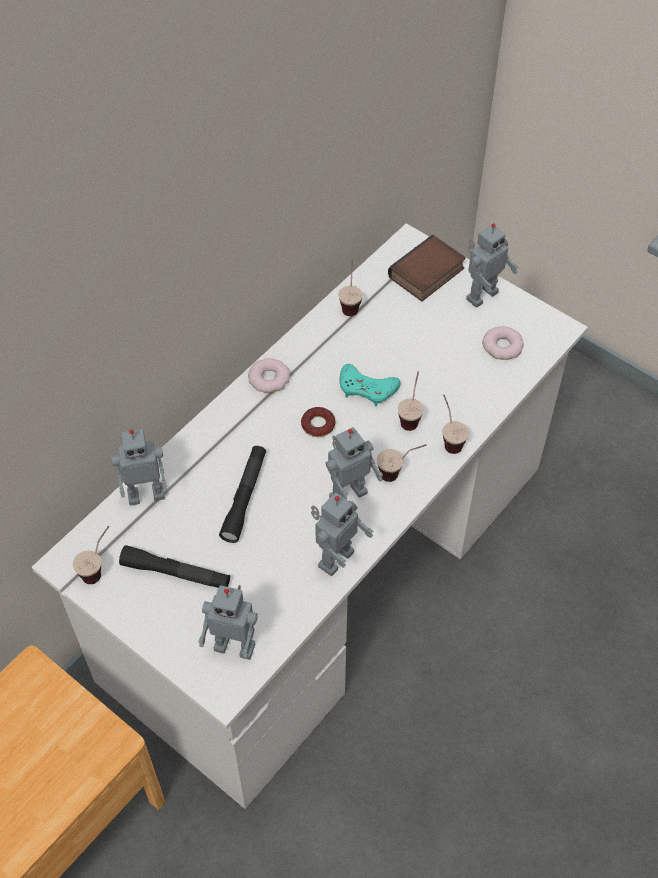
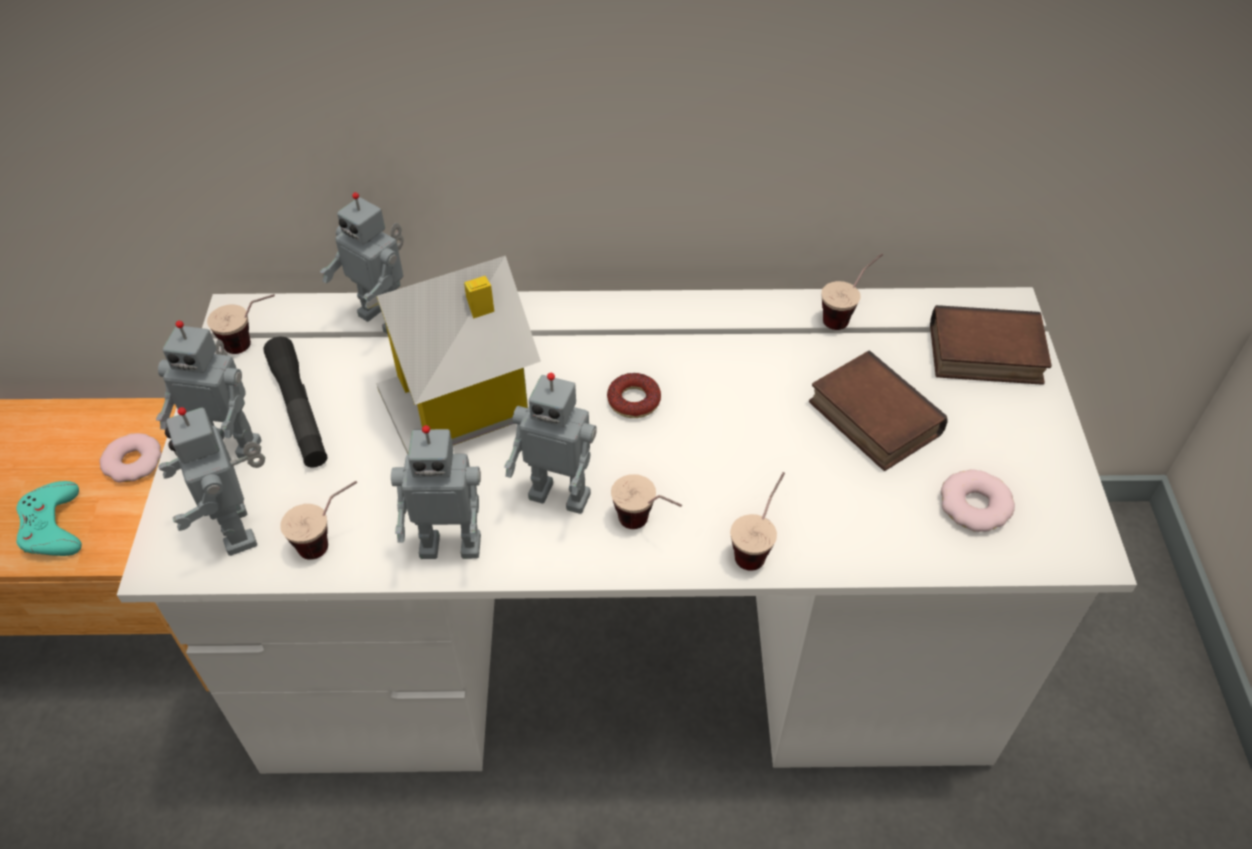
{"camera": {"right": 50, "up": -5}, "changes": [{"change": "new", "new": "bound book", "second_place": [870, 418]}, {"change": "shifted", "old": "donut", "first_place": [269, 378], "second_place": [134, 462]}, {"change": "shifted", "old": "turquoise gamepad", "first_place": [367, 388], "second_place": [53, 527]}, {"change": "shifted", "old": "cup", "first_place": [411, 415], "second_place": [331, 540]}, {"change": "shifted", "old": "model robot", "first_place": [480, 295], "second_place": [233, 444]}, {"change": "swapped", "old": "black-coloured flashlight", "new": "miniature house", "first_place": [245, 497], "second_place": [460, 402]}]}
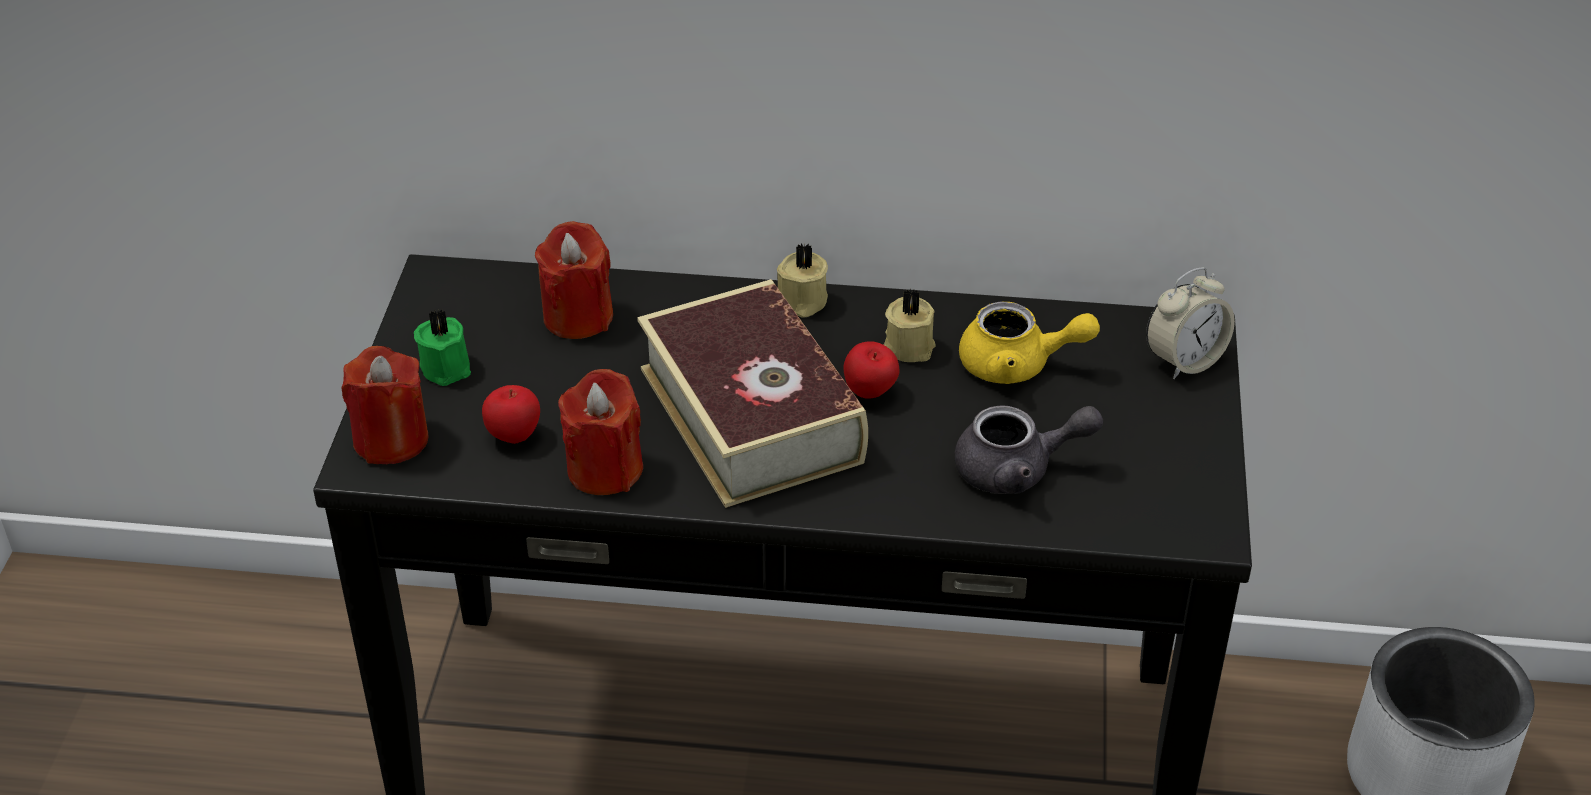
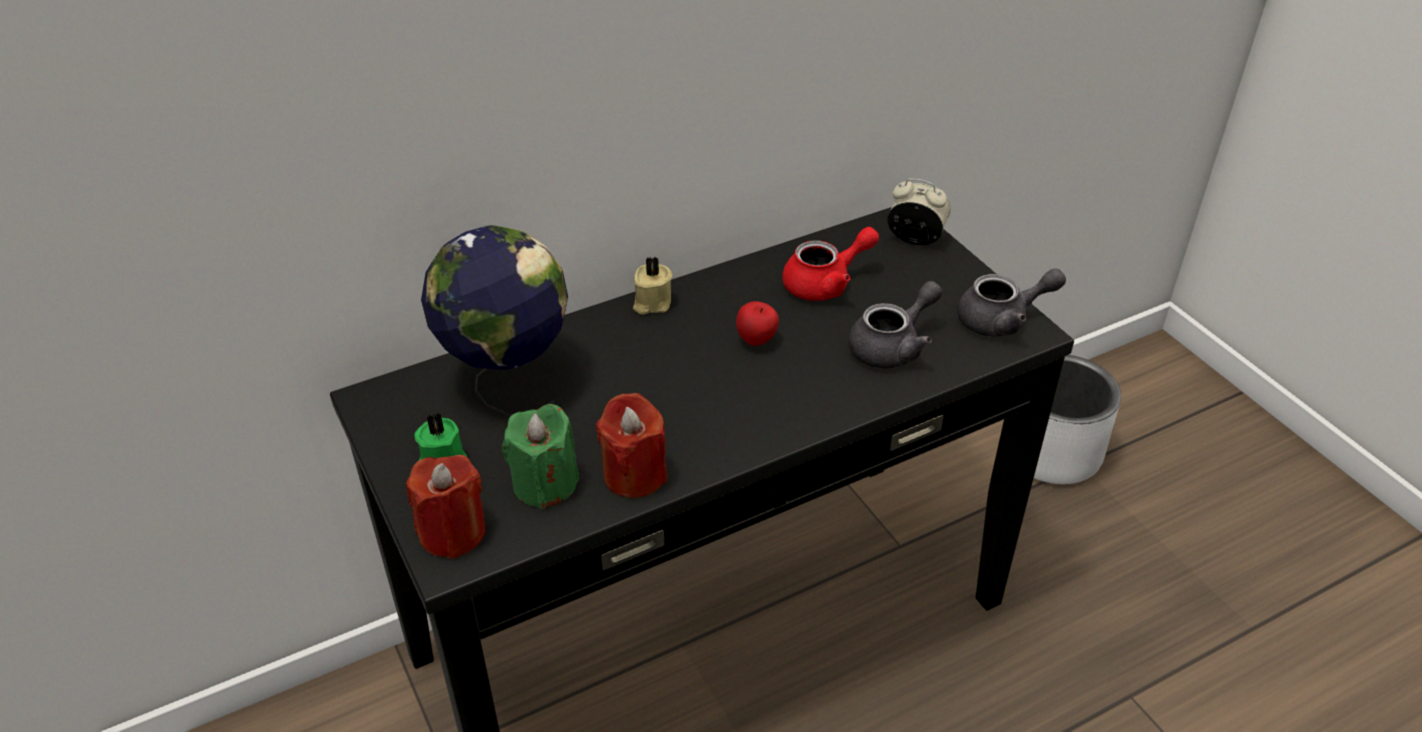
{"camera": {"right": -35, "up": 0}, "changes": [{"change": "gone", "old": "bound book", "first_place": [751, 415]}, {"change": "gone", "old": "beige wax candle", "first_place": [908, 346]}, {"change": "new", "new": "grey teapot", "second_place": [1002, 320]}, {"change": "swapped", "old": "apple", "new": "green-coloured wax candle", "first_place": [514, 436], "second_place": [545, 484]}, {"change": "swapped", "old": "reddish wax candle", "new": "desk globe", "first_place": [578, 317], "second_place": [507, 380]}, {"change": "repainted", "old": "yellow-coloured teapot", "new": "reddish teapot", "first_place": [1017, 365], "second_place": [826, 283]}, {"change": "rotated", "old": "bedside clock", "first_place": [1184, 360], "second_place": [915, 239], "degrees": -90}]}
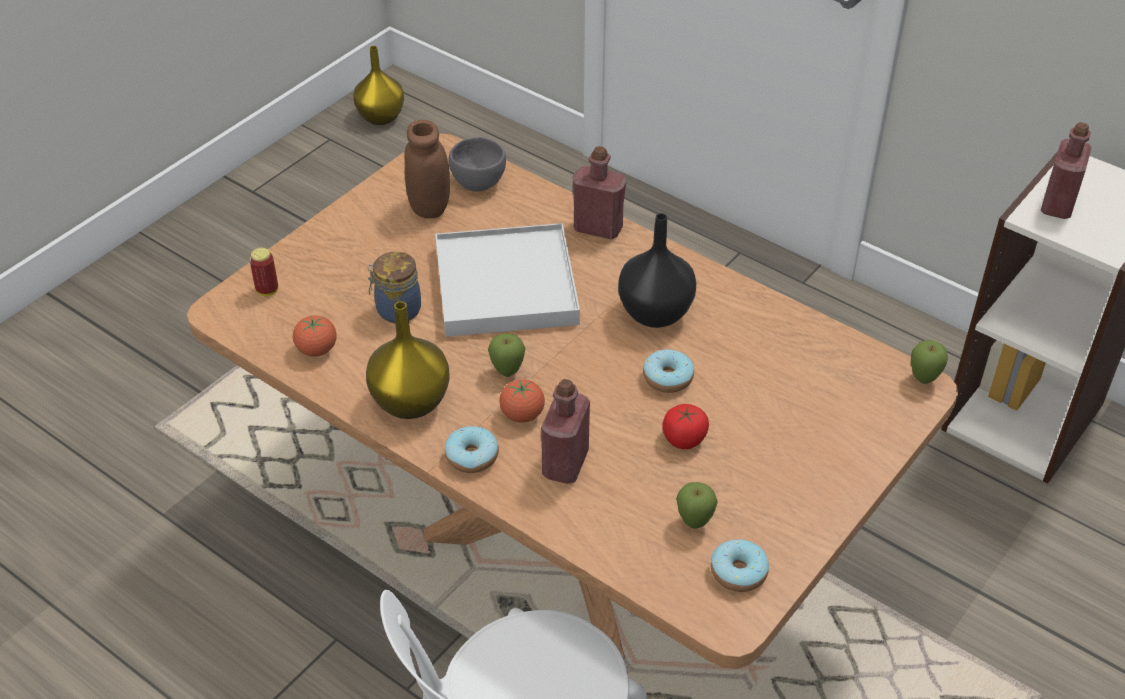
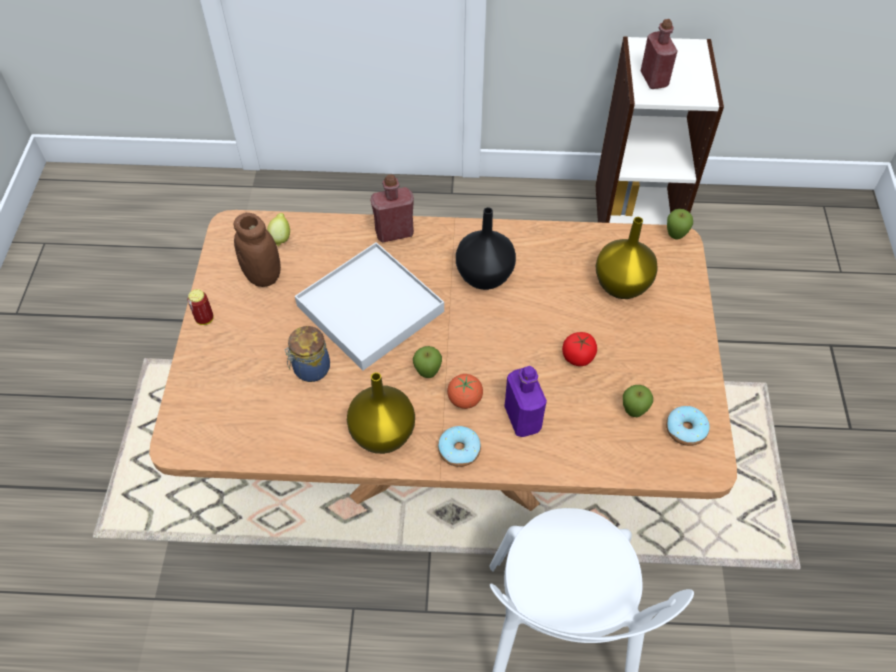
{"camera": {"right": -35, "up": 10}, "changes": [{"change": "gone", "old": "whole tomato", "first_place": [317, 350]}, {"change": "gone", "old": "donut", "first_place": [667, 378]}, {"change": "shifted", "old": "can", "first_place": [267, 290], "second_place": [205, 319]}, {"change": "shifted", "old": "yellow-coloured vase", "first_place": [379, 117], "second_place": [621, 286]}, {"change": "swapped", "old": "grey bowl", "new": "citrus fruit", "first_place": [478, 181], "second_place": [281, 238]}, {"change": "repainted", "old": "reddish bottle", "new": "purple-coloured bottle", "first_place": [565, 464], "second_place": [522, 418]}]}
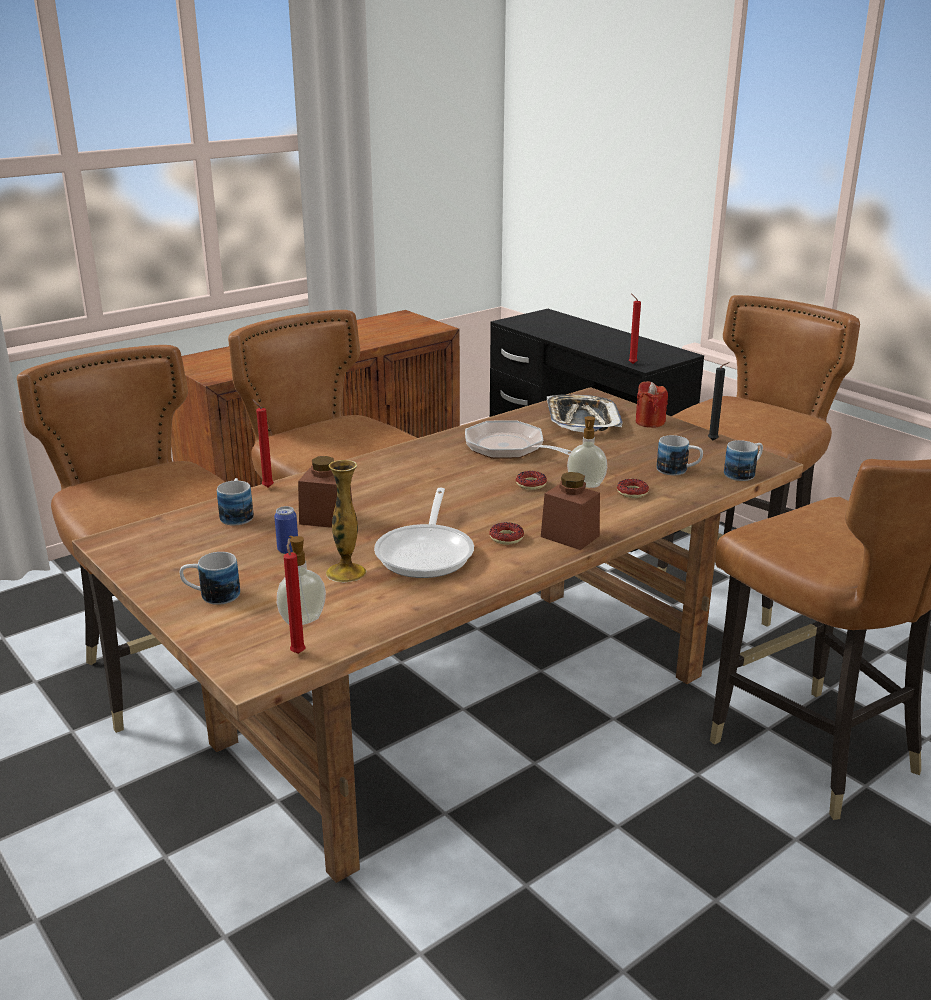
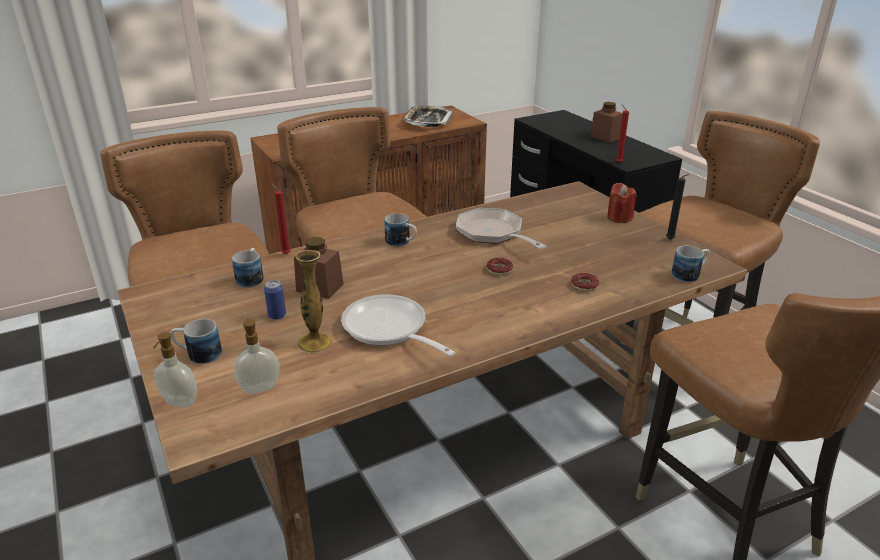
{"camera": {"right": 10, "up": 5}, "changes": [{"change": "gone", "old": "reddish wax candle", "first_place": [298, 652]}, {"change": "gone", "old": "donut", "first_place": [506, 538]}, {"change": "shifted", "old": "brown storage jar", "first_place": [570, 536], "second_place": [605, 137]}, {"change": "shifted", "old": "carrying tray", "first_place": [582, 420], "second_place": [428, 121]}, {"change": "shifted", "old": "soap bottle", "first_place": [586, 485], "second_place": [179, 403]}, {"change": "shifted", "old": "mug", "first_place": [678, 471], "second_place": [402, 243]}, {"change": "rotated", "old": "skillet", "first_place": [427, 552], "second_place": [389, 329], "degrees": 120}]}
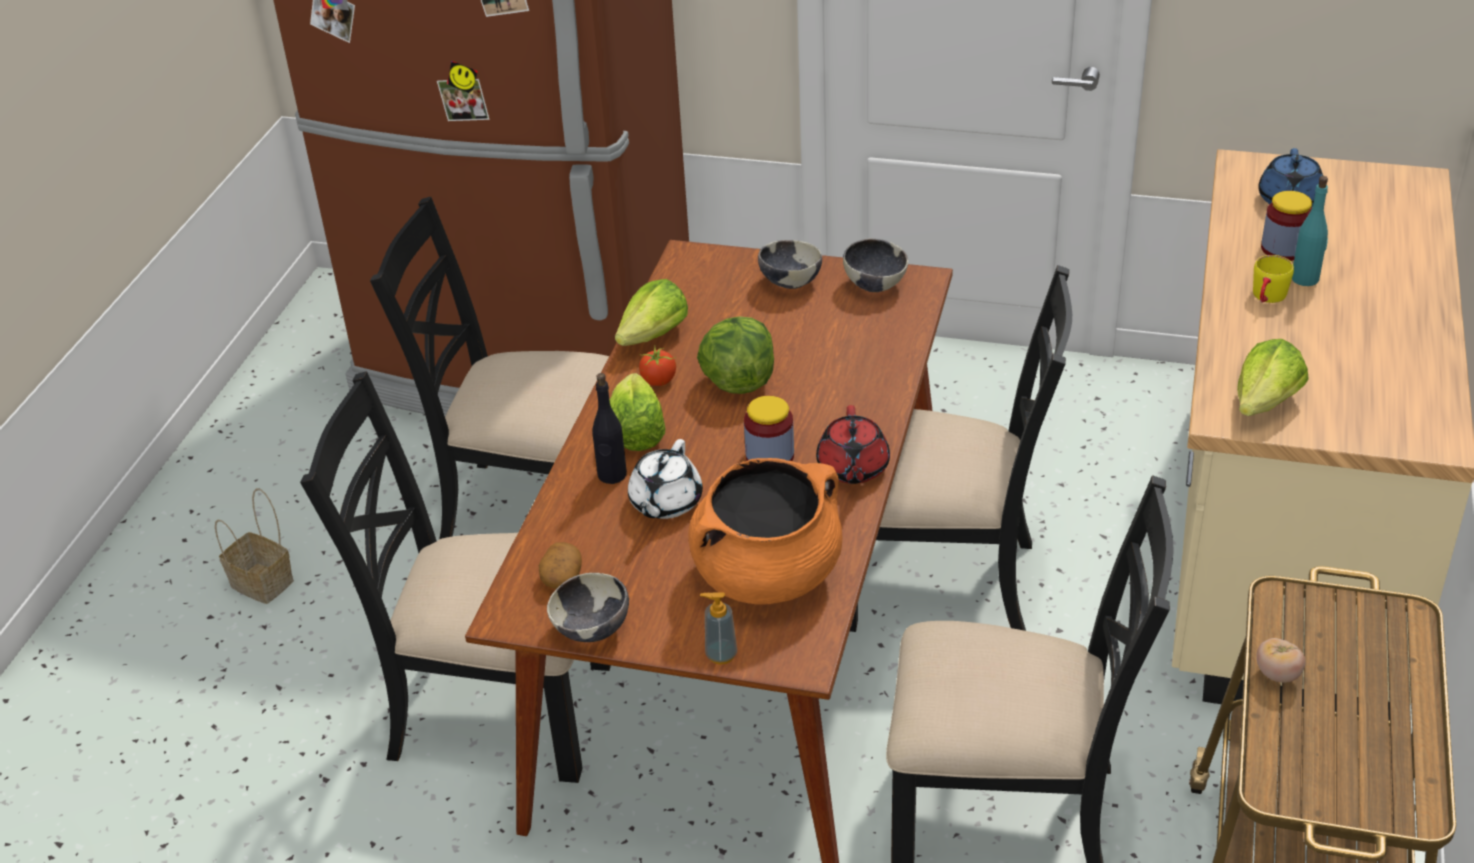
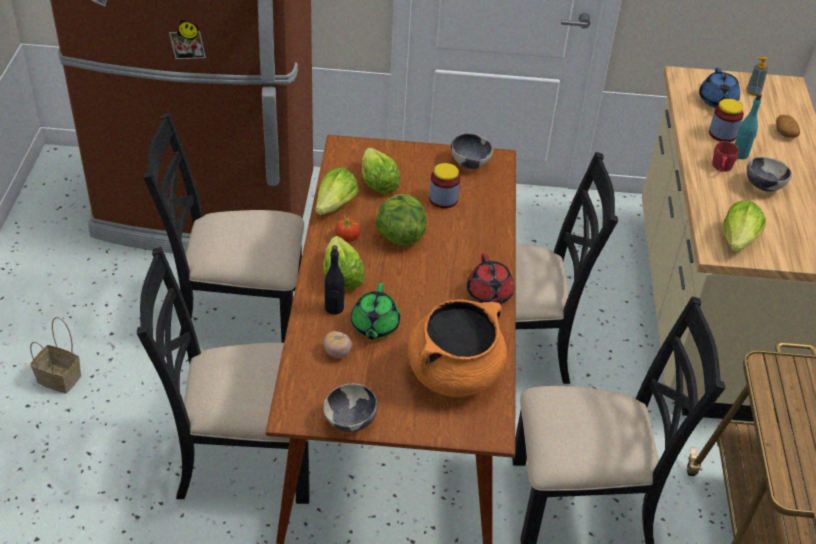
{"camera": {"right": -15, "up": 5}, "changes": [{"change": "new", "new": "head of lettuce", "second_place": [377, 183]}, {"change": "shifted", "old": "spud", "first_place": [561, 577], "second_place": [784, 133]}, {"change": "shifted", "old": "soap bottle", "first_place": [721, 655], "second_place": [753, 92]}, {"change": "shifted", "old": "storage jar", "first_place": [769, 456], "second_place": [443, 199]}, {"change": "shifted", "old": "bowl", "first_place": [790, 282], "second_place": [763, 186]}, {"change": "shifted", "old": "whole tomato", "first_place": [1277, 674], "second_place": [337, 352]}, {"change": "repainted", "old": "white-coloured teapot", "new": "green-coloured teapot", "first_place": [665, 503], "second_place": [374, 326]}, {"change": "repainted", "old": "yellow-coloured mug", "new": "reddish mug", "first_place": [1267, 298], "second_place": [721, 168]}]}
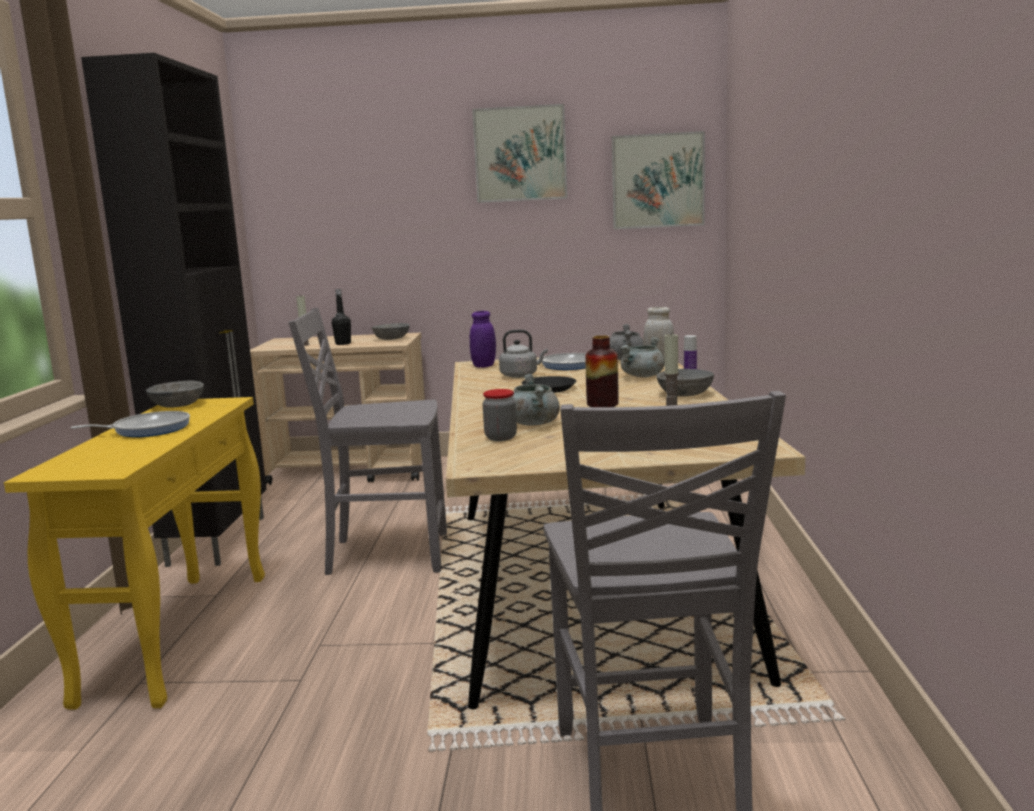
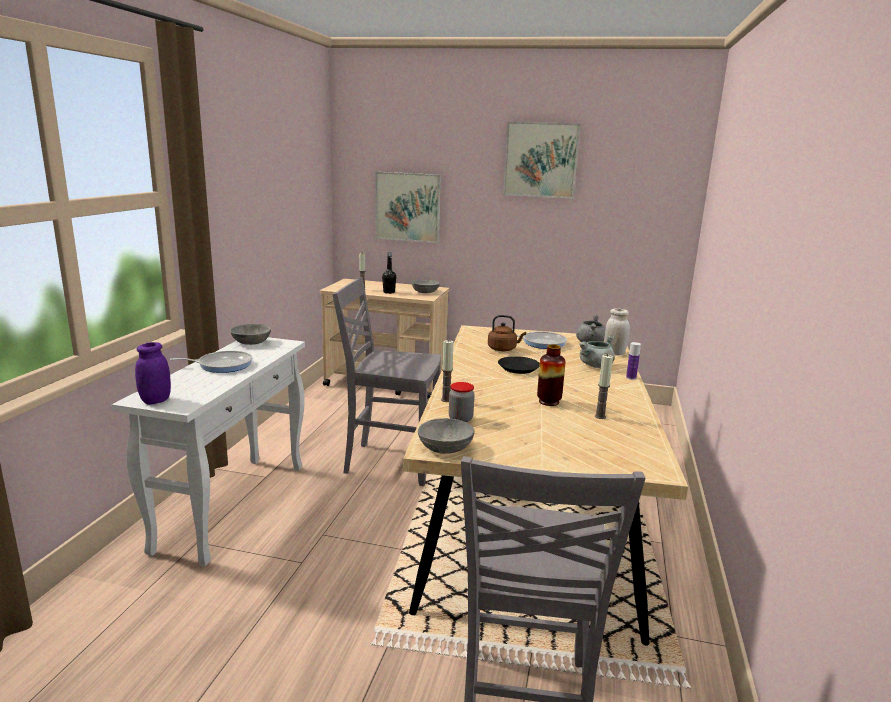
{"camera": {"right": 10, "up": 5}, "changes": [{"change": "gone", "old": "black-coloured cupboard", "first_place": [219, 540]}, {"change": "gone", "old": "grey stockpot", "first_place": [533, 423]}, {"change": "new", "new": "wax candle", "second_place": [446, 400]}, {"change": "shifted", "old": "purple-coloured storage jar", "first_place": [484, 366], "second_place": [156, 400]}, {"change": "shifted", "old": "wall art", "first_place": [658, 181], "second_place": [407, 207]}, {"change": "shifted", "old": "grey bowl", "first_place": [686, 394], "second_place": [446, 448]}, {"change": "repainted", "old": "yellow-coloured narrow table", "new": "white-coloured narrow table", "first_place": [179, 633], "second_place": [233, 505]}, {"change": "repainted", "old": "grey water kettle", "new": "brown water kettle", "first_place": [521, 375], "second_place": [503, 349]}]}
